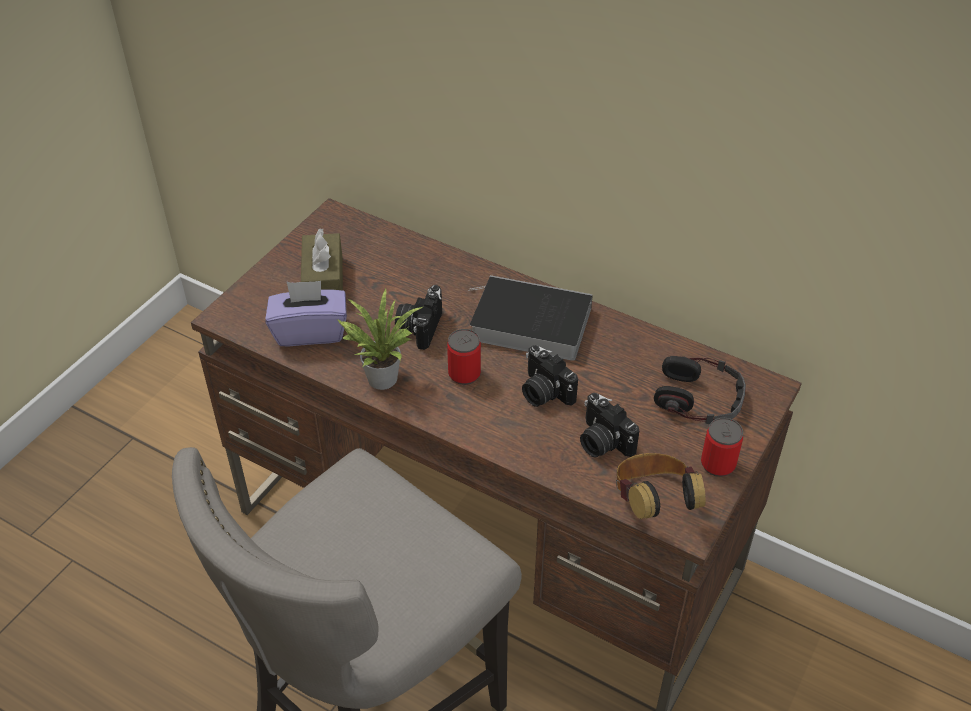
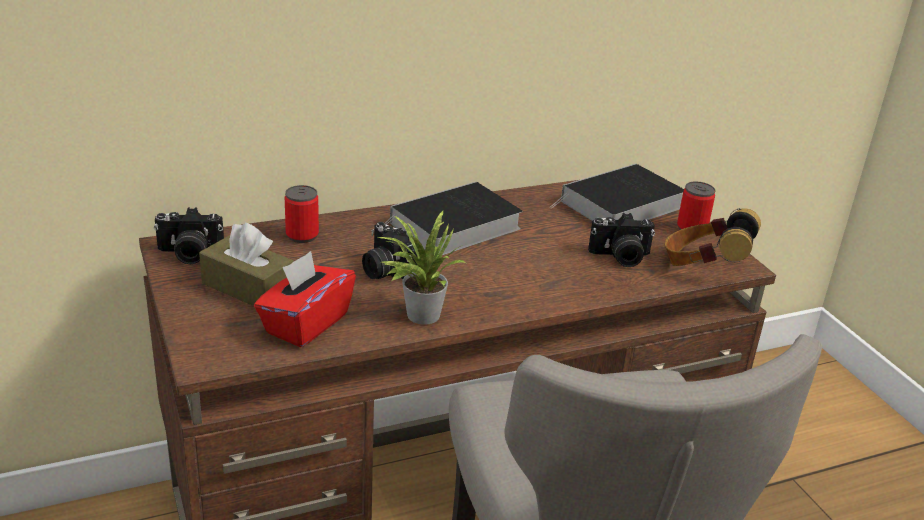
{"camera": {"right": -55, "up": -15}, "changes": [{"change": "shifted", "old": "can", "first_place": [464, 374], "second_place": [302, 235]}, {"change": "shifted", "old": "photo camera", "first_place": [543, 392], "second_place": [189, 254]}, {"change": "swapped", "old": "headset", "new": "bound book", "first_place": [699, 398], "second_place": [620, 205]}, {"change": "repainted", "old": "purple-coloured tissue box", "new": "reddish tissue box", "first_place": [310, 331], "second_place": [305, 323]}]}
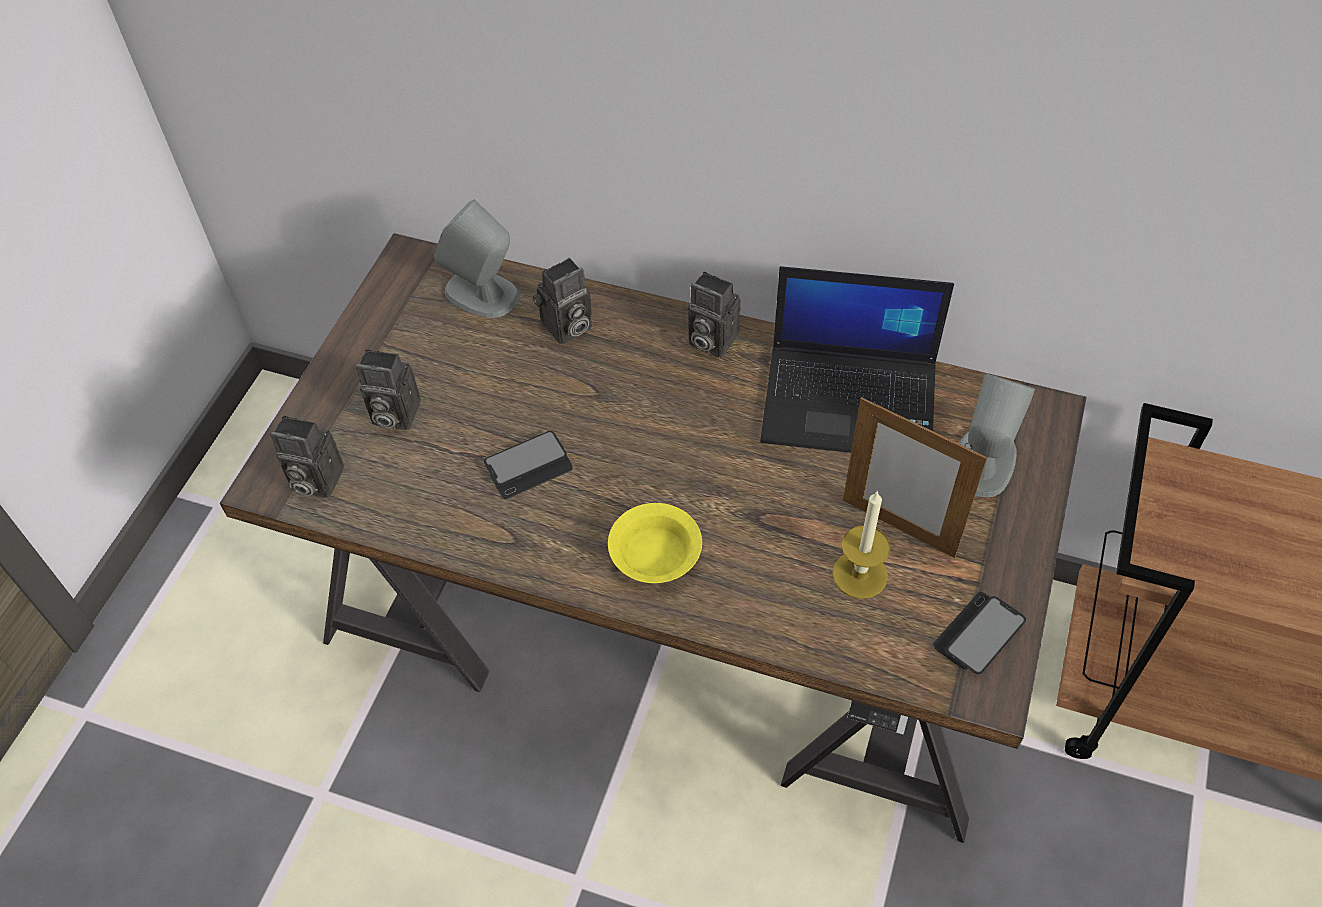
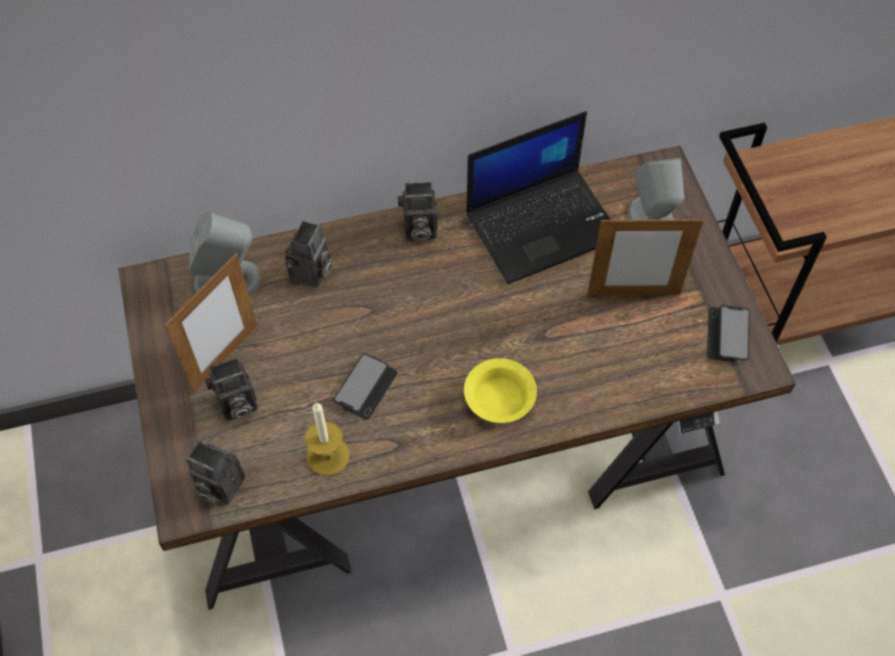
{"camera": {"right": -35, "up": 5}, "changes": [{"change": "new", "new": "photo frame", "second_place": [225, 358]}, {"change": "shifted", "old": "wax candle", "first_place": [859, 574], "second_place": [327, 455]}, {"change": "rotated", "old": "photo camera", "first_place": [314, 480], "second_place": [218, 486], "degrees": 45}]}
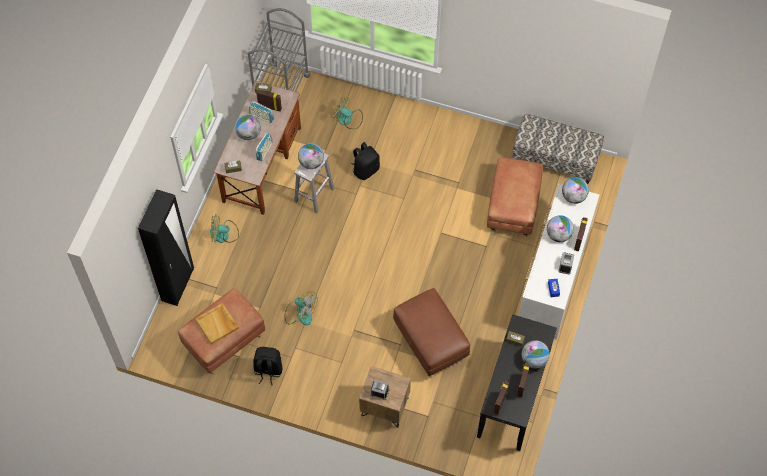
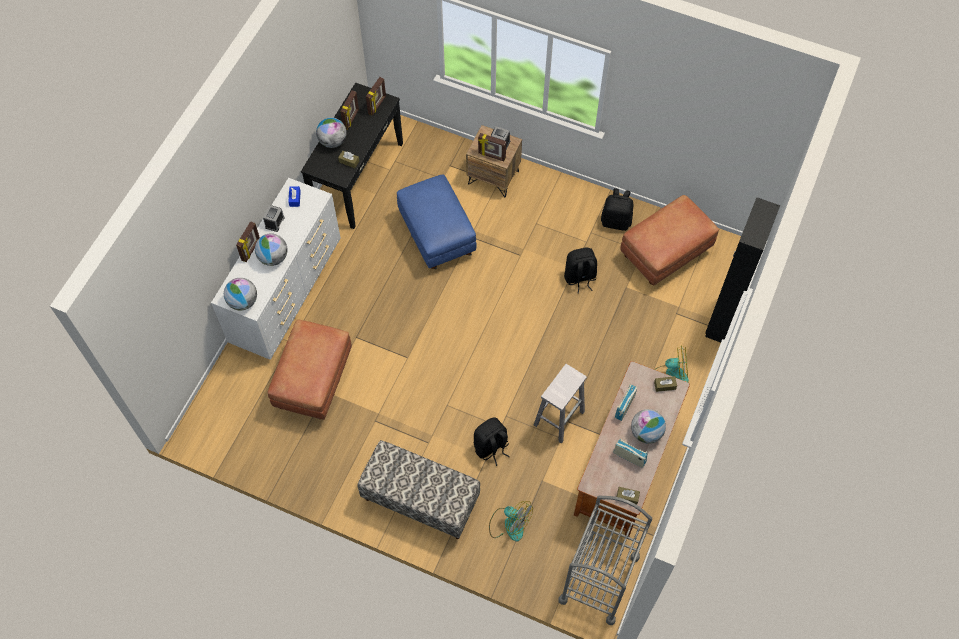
{"camera": {"right": -175, "up": 0}, "changes": [{"change": "gone", "old": "beige carrying tray", "first_place": [217, 324]}, {"change": "gone", "old": "desk globe", "first_place": [311, 162]}, {"change": "shifted", "old": "photo frame", "first_place": [270, 107], "second_place": [491, 156]}, {"change": "shifted", "old": "bench", "first_place": [555, 159], "second_place": [420, 500]}, {"change": "swapped", "old": "cooling fan", "new": "black-coloured rucksack", "first_place": [300, 313], "second_place": [579, 278]}, {"change": "repainted", "old": "brown footrest", "new": "bluish footrest", "first_place": [431, 342], "second_place": [436, 236]}]}
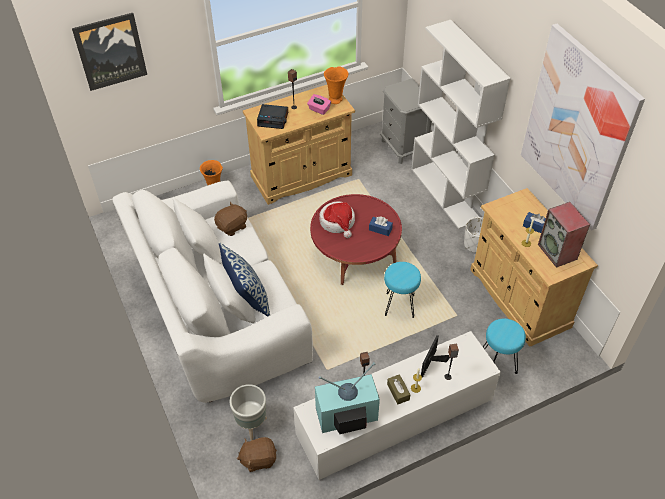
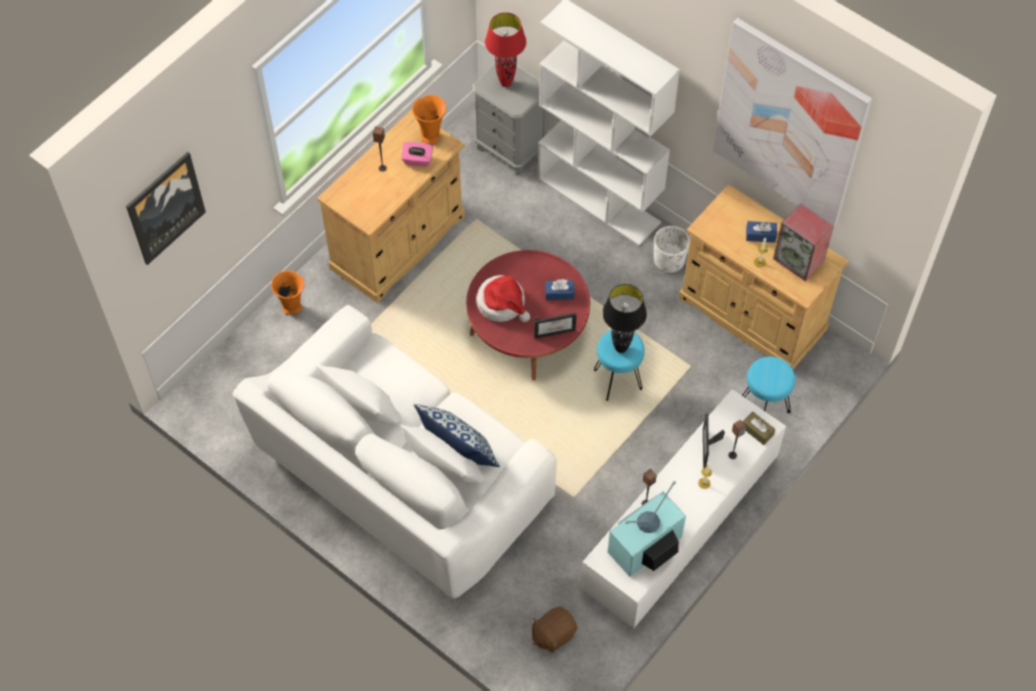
{"camera": {"right": -25, "up": 10}, "changes": [{"change": "gone", "old": "brown soft toy", "first_place": [232, 227]}, {"change": "gone", "old": "grey plant pot", "first_place": [251, 426]}, {"change": "gone", "old": "bedside clock", "first_place": [273, 119]}, {"change": "new", "new": "reddish lamp for a table", "second_place": [505, 83]}, {"change": "new", "new": "photo frame", "second_place": [554, 329]}, {"change": "new", "new": "black-coloured lamp for a table", "second_place": [621, 348]}, {"change": "shifted", "old": "brown tissue box", "first_place": [398, 392], "second_place": [757, 431]}]}
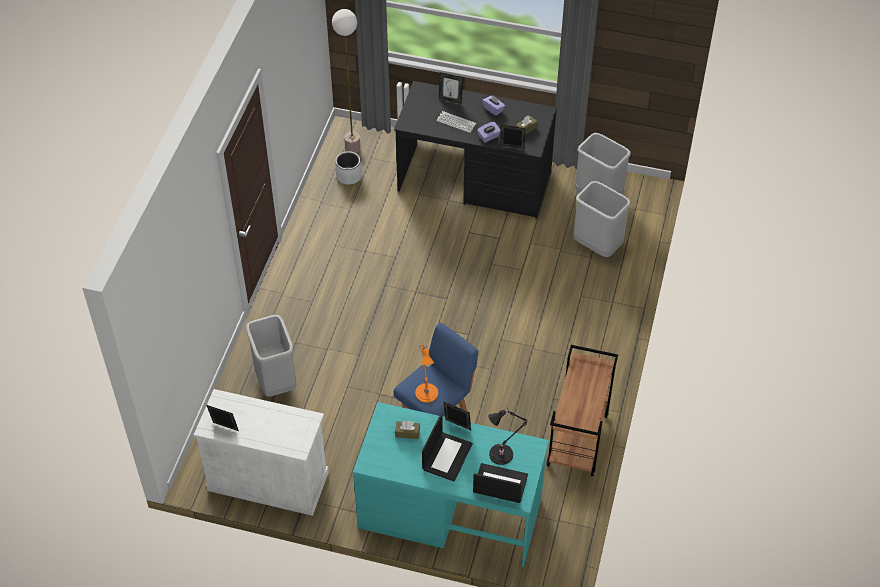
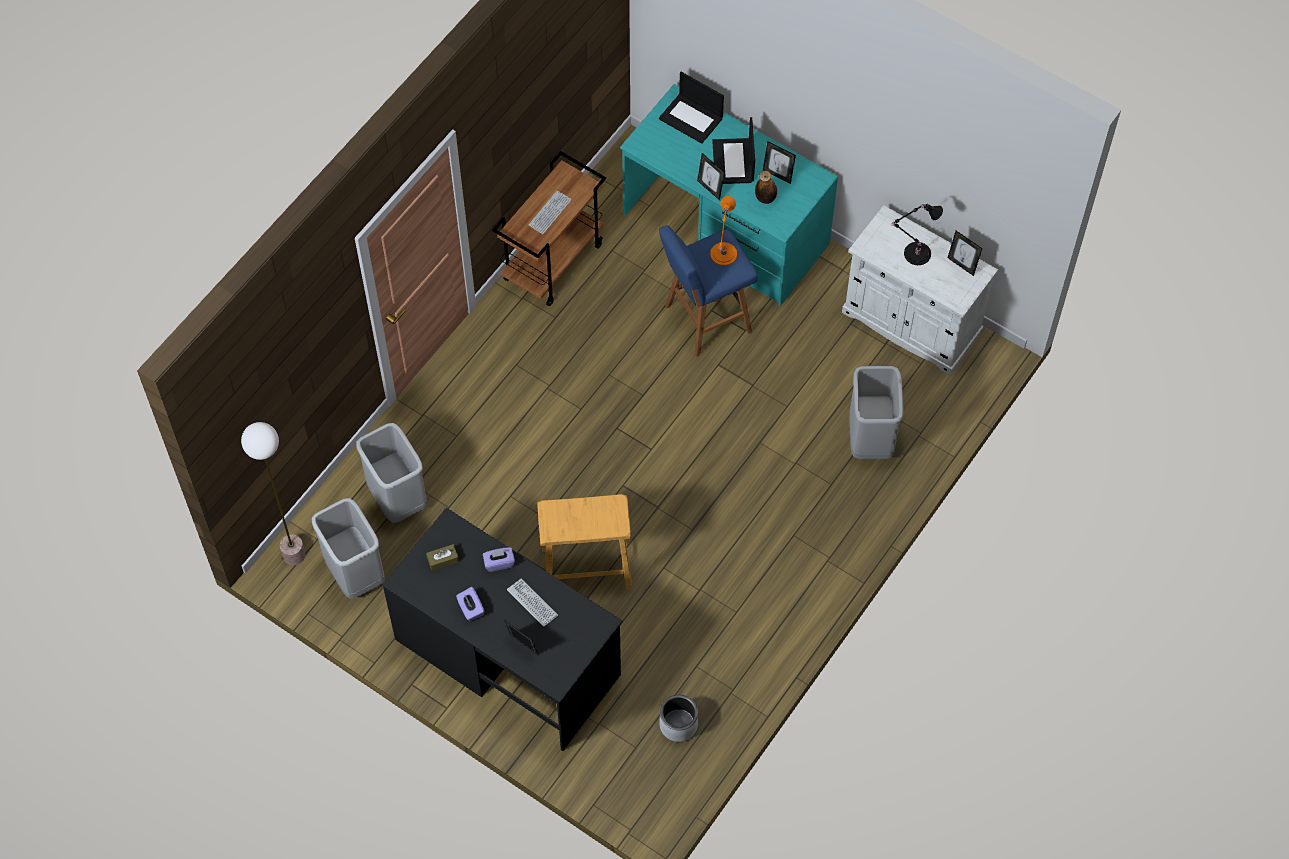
{"camera": {"right": -160, "up": 10}, "changes": [{"change": "new", "new": "keyboard", "second_place": [550, 213]}, {"change": "new", "new": "beige sitting stool", "second_place": [587, 567]}, {"change": "shifted", "old": "floor lamp", "first_place": [353, 148], "second_place": [293, 555]}, {"change": "shifted", "old": "black-coloured lamp for a table", "first_place": [503, 454], "second_place": [915, 253]}, {"change": "shifted", "old": "photo frame", "first_place": [512, 148], "second_place": [778, 175]}, {"change": "swapped", "old": "brown tissue box", "new": "bottle", "first_place": [407, 433], "second_place": [765, 198]}, {"change": "rotated", "old": "portable computer", "first_place": [447, 456], "second_place": [733, 162], "degrees": -45}]}
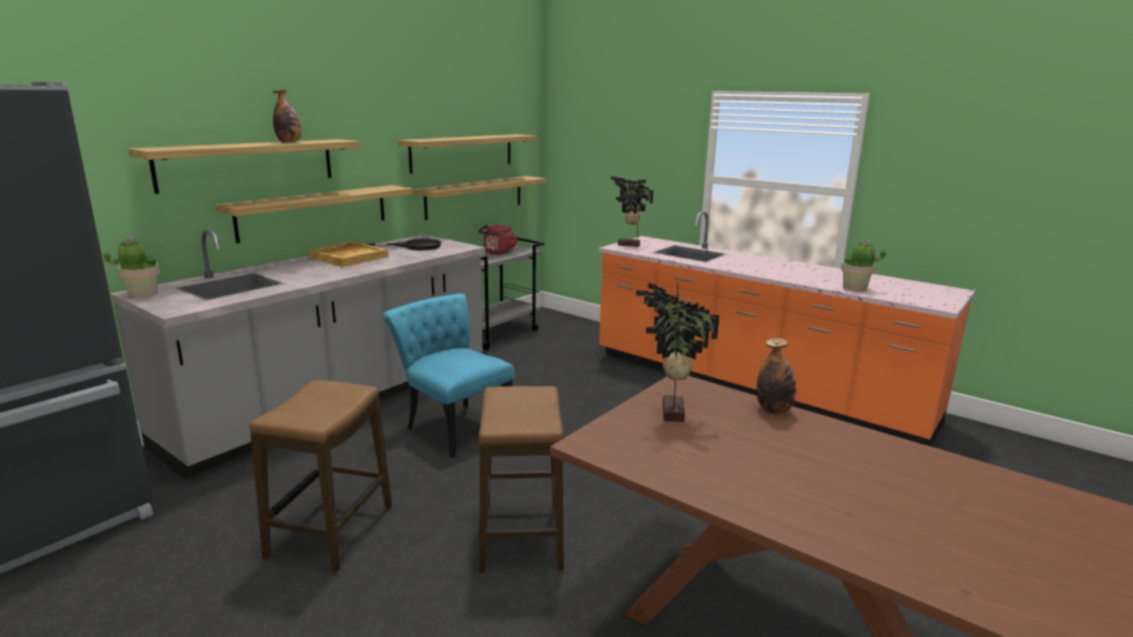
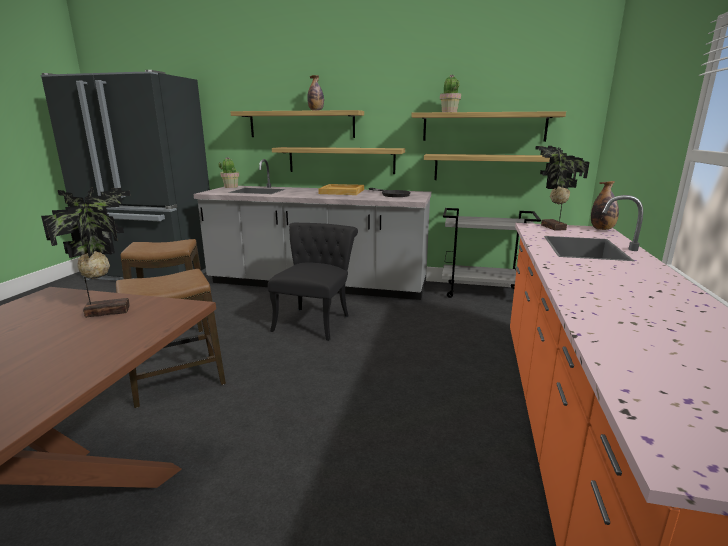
{"camera": {"right": 65, "up": 0}, "changes": [{"change": "gone", "old": "reddish water kettle", "first_place": [498, 253]}, {"change": "shifted", "old": "bottle", "first_place": [773, 410], "second_place": [602, 229]}, {"change": "shifted", "old": "plant in a pot", "first_place": [855, 288], "second_place": [449, 112]}, {"change": "repainted", "old": "turquoise plain chair", "new": "black-coloured plain chair", "first_place": [453, 425], "second_place": [315, 320]}]}
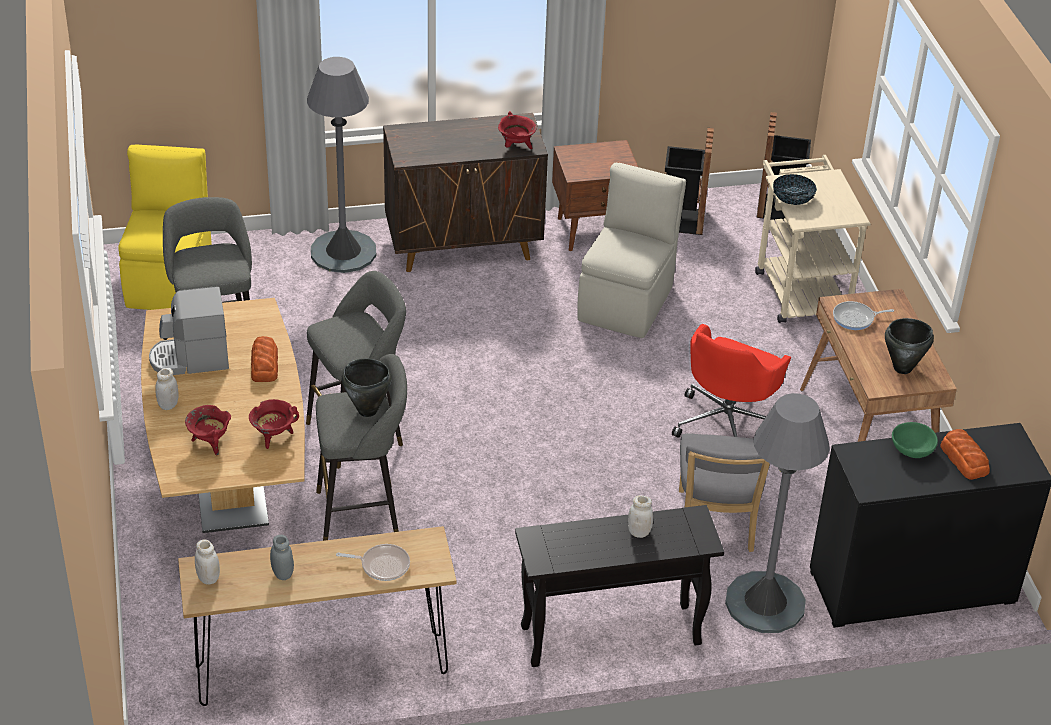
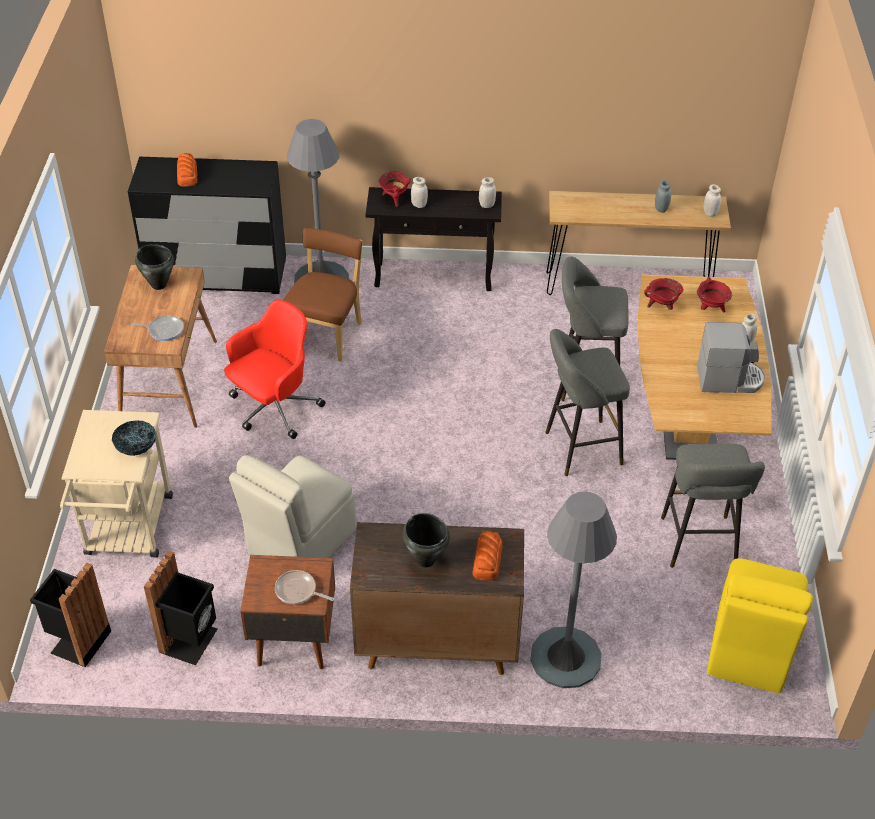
{"camera": {"right": -165, "up": 5}, "changes": [{"change": "gone", "old": "green-coloured bowl", "first_place": [912, 450]}, {"change": "new", "new": "white-coloured storage jar", "second_place": [487, 205]}, {"change": "shifted", "old": "bakery bread", "first_place": [265, 364], "second_place": [487, 560]}, {"change": "shifted", "old": "skillet", "first_place": [382, 565], "second_place": [298, 591]}, {"change": "shifted", "old": "black-coloured stockpot", "first_place": [367, 411], "second_place": [425, 560]}, {"change": "shifted", "old": "reddish stockpot", "first_place": [516, 147], "second_place": [394, 198]}, {"change": "repainted", "old": "grey plain chair", "new": "brown plain chair", "first_place": [715, 525], "second_place": [327, 333]}]}
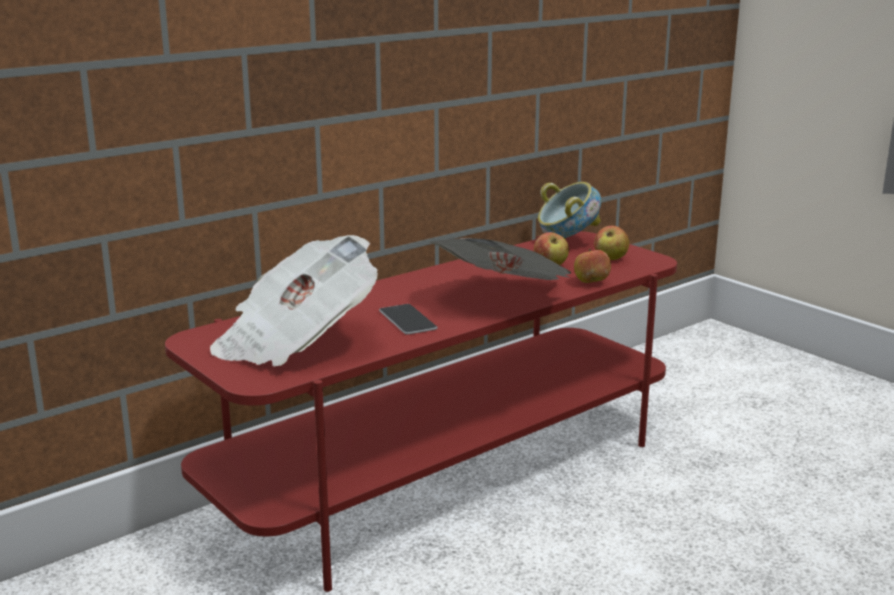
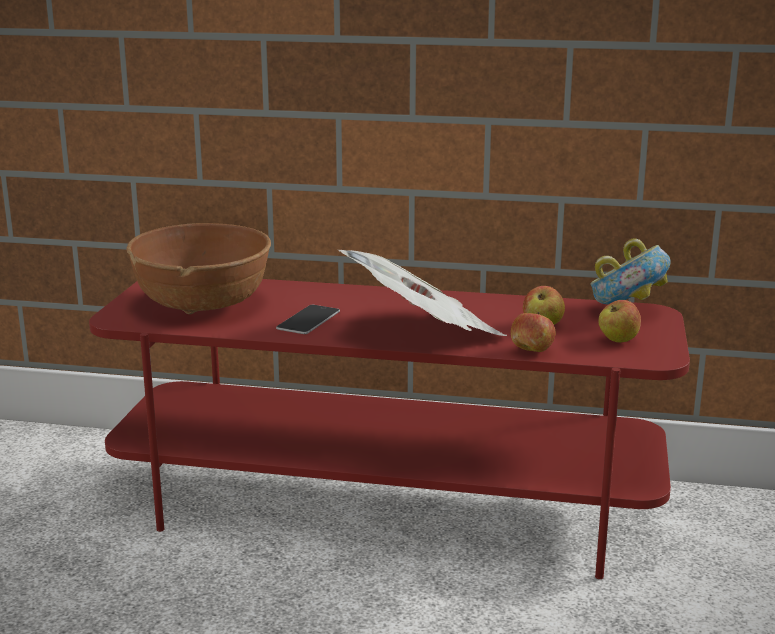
{"camera": {"right": 50, "up": 0}, "changes": [{"change": "swapped", "old": "daily paper", "new": "brown bowl", "first_place": [295, 342], "second_place": [203, 305]}]}
